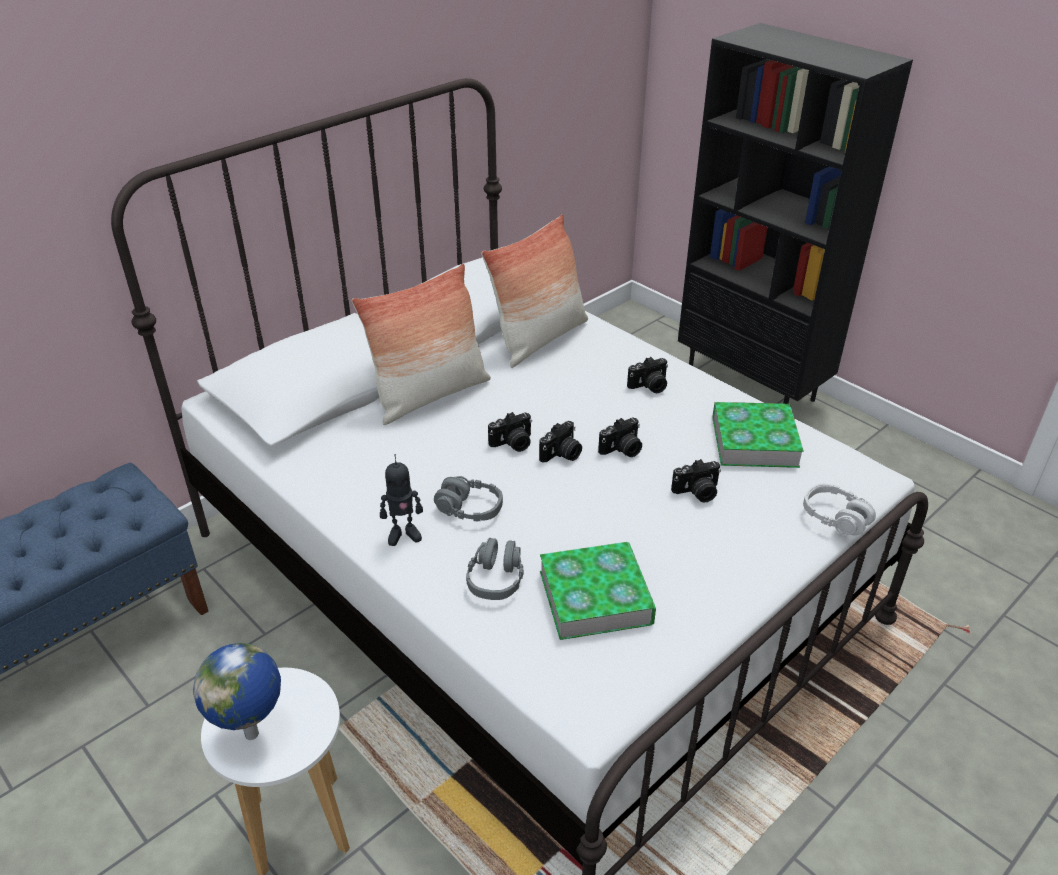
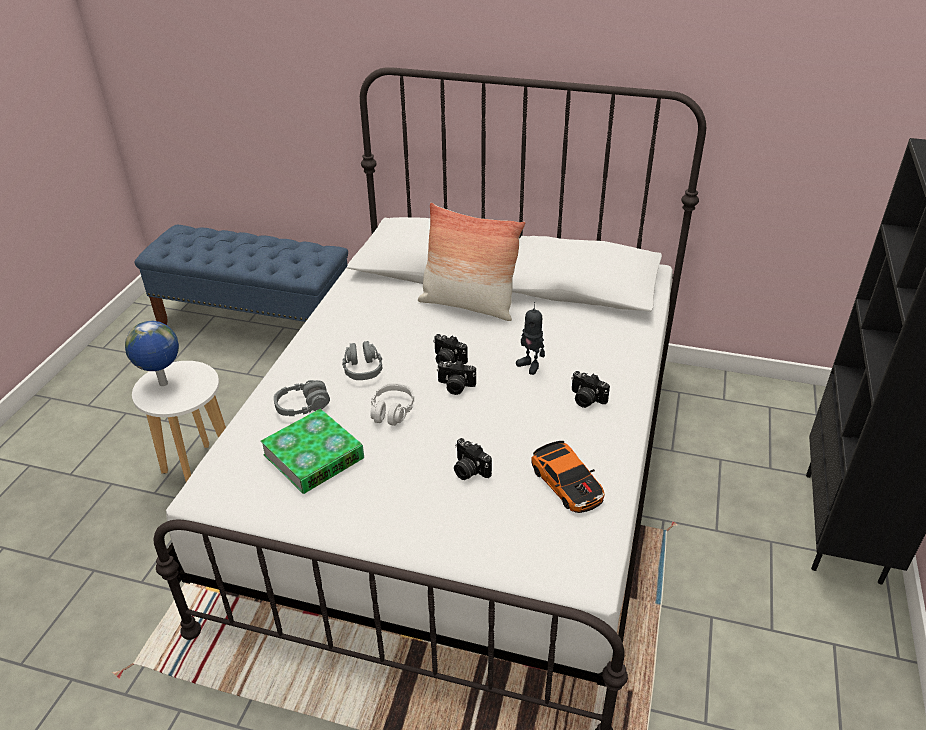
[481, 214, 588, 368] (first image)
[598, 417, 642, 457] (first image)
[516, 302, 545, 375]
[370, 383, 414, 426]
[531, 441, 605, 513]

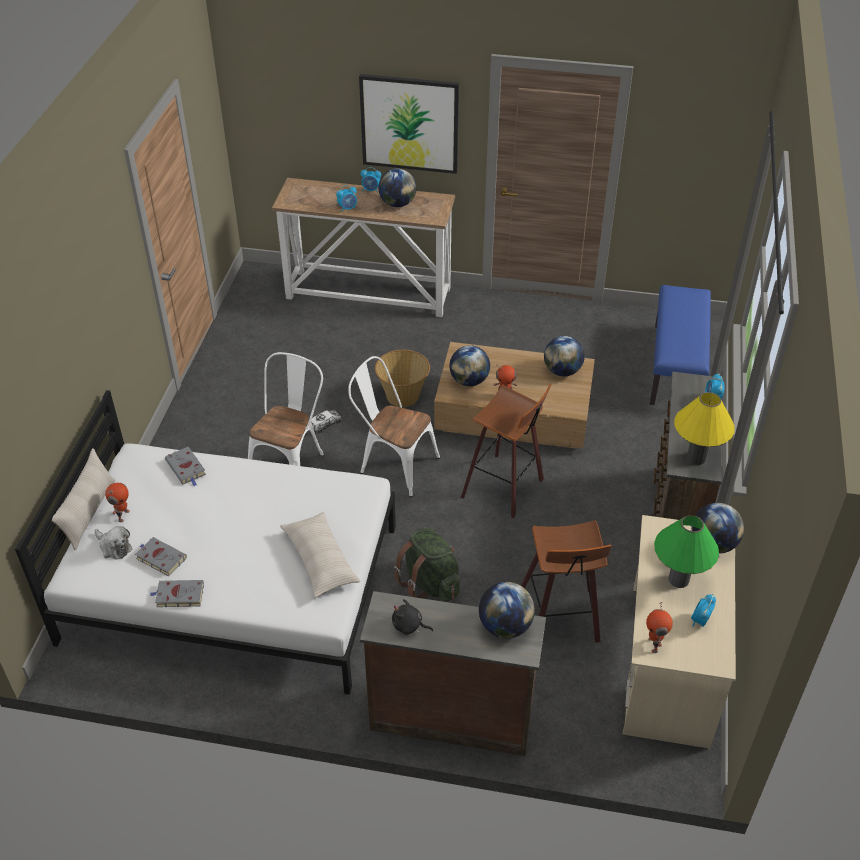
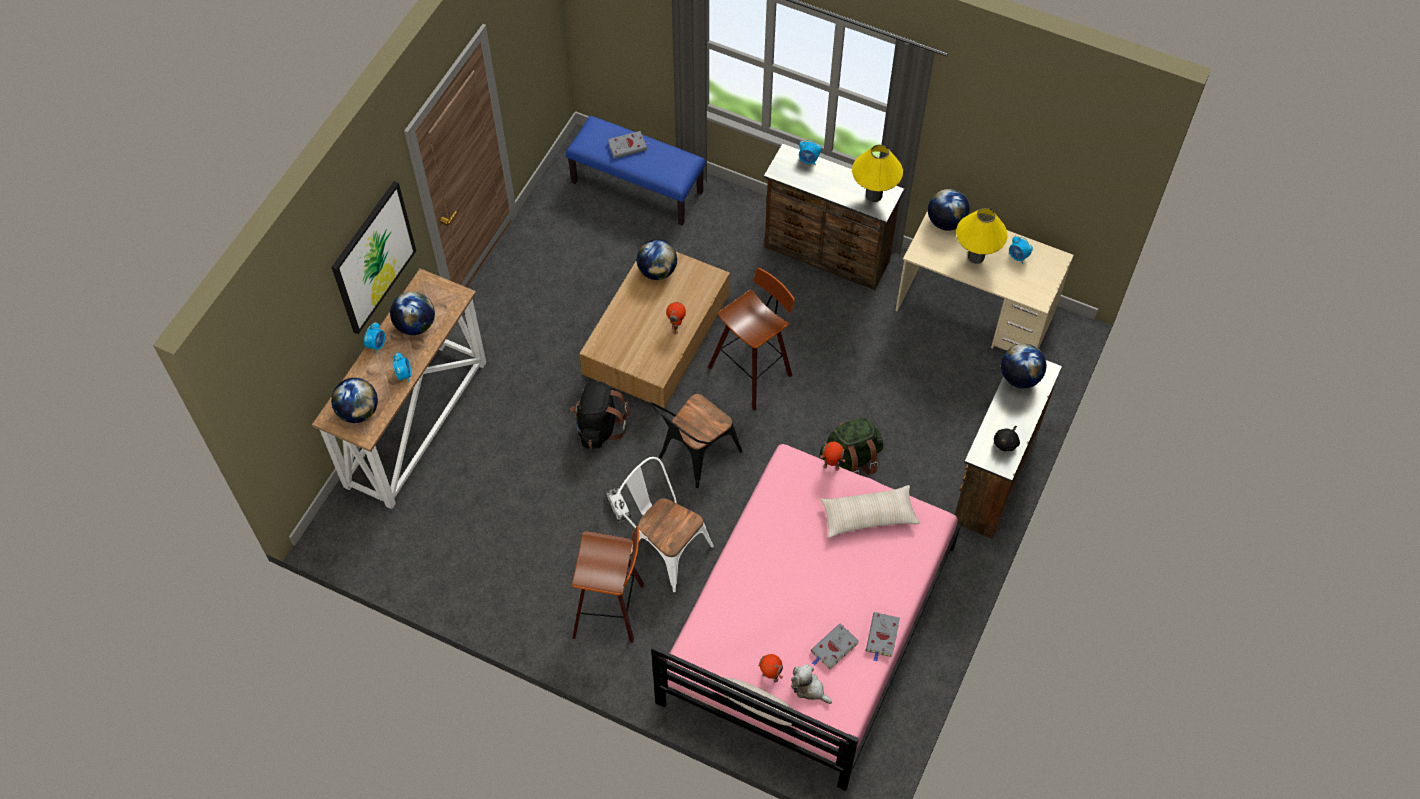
[608, 131, 651, 159]
[331, 378, 378, 423]
[572, 527, 644, 643]
[820, 441, 846, 471]
[570, 381, 630, 449]
[651, 444, 961, 791]
[650, 394, 742, 488]
[956, 208, 1008, 264]
[791, 664, 832, 704]

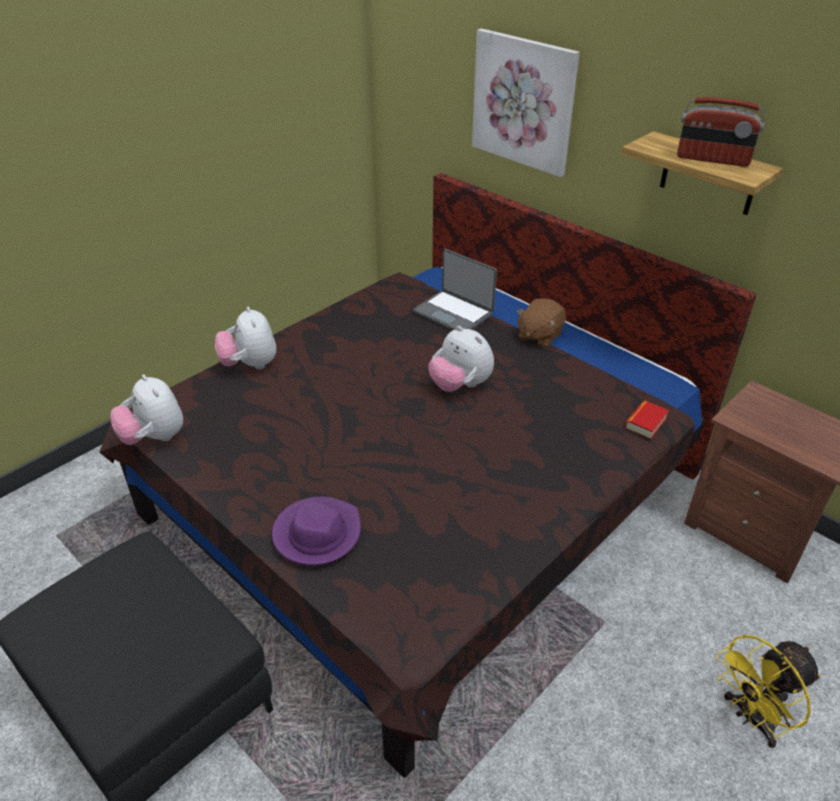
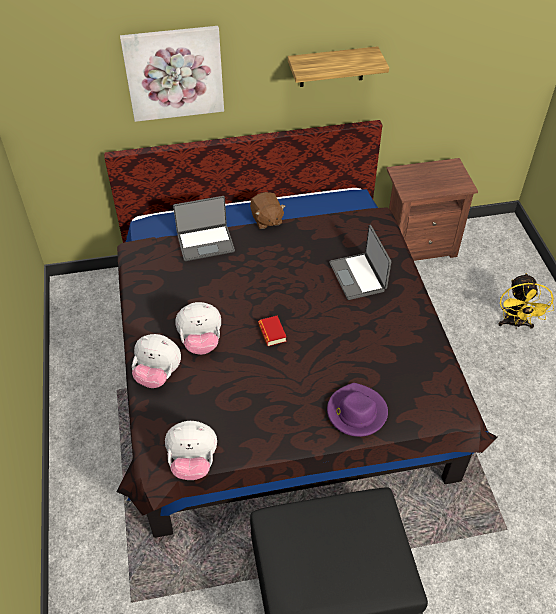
[677, 97, 764, 167] (first image)
[329, 225, 391, 300]
[175, 302, 221, 355]
[258, 316, 286, 346]

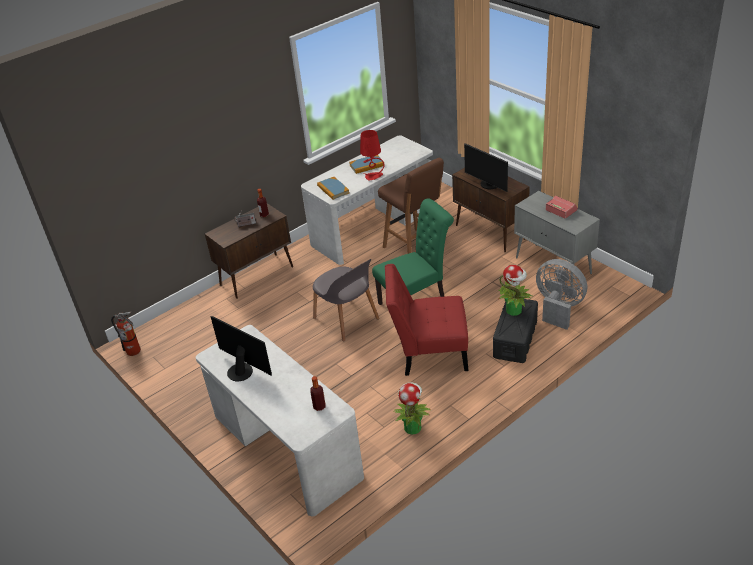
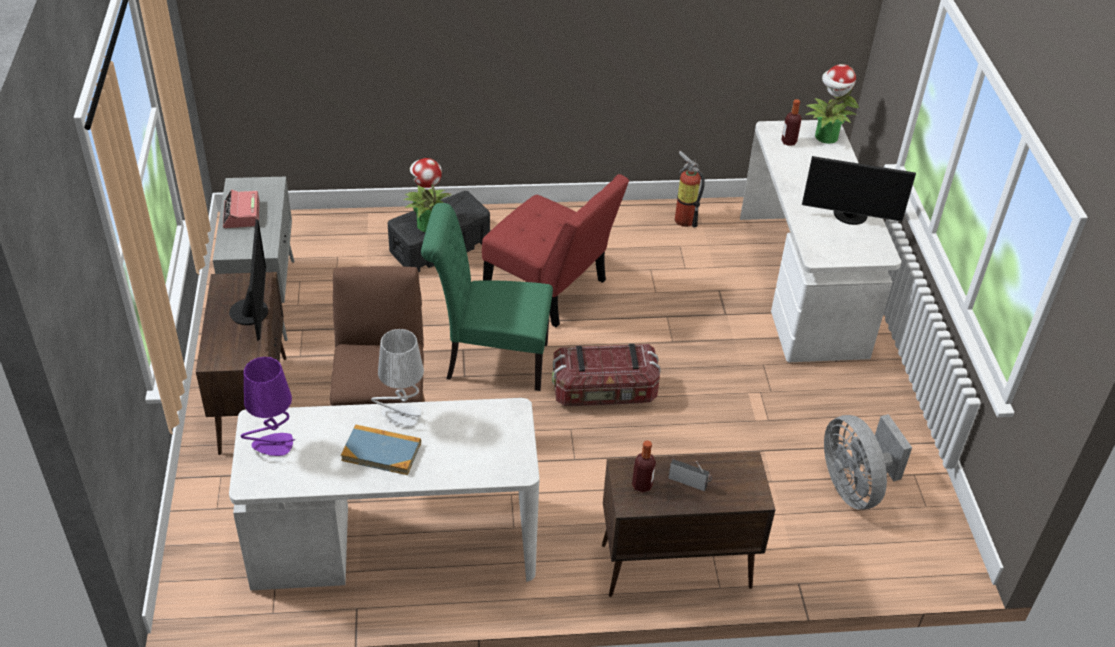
[317, 177, 349, 200] (first image)
[241, 357, 295, 456]
[675, 151, 705, 227]
[805, 64, 859, 144]
[824, 414, 912, 510]
[552, 344, 661, 406]
[371, 329, 424, 428]
[802, 156, 916, 225]

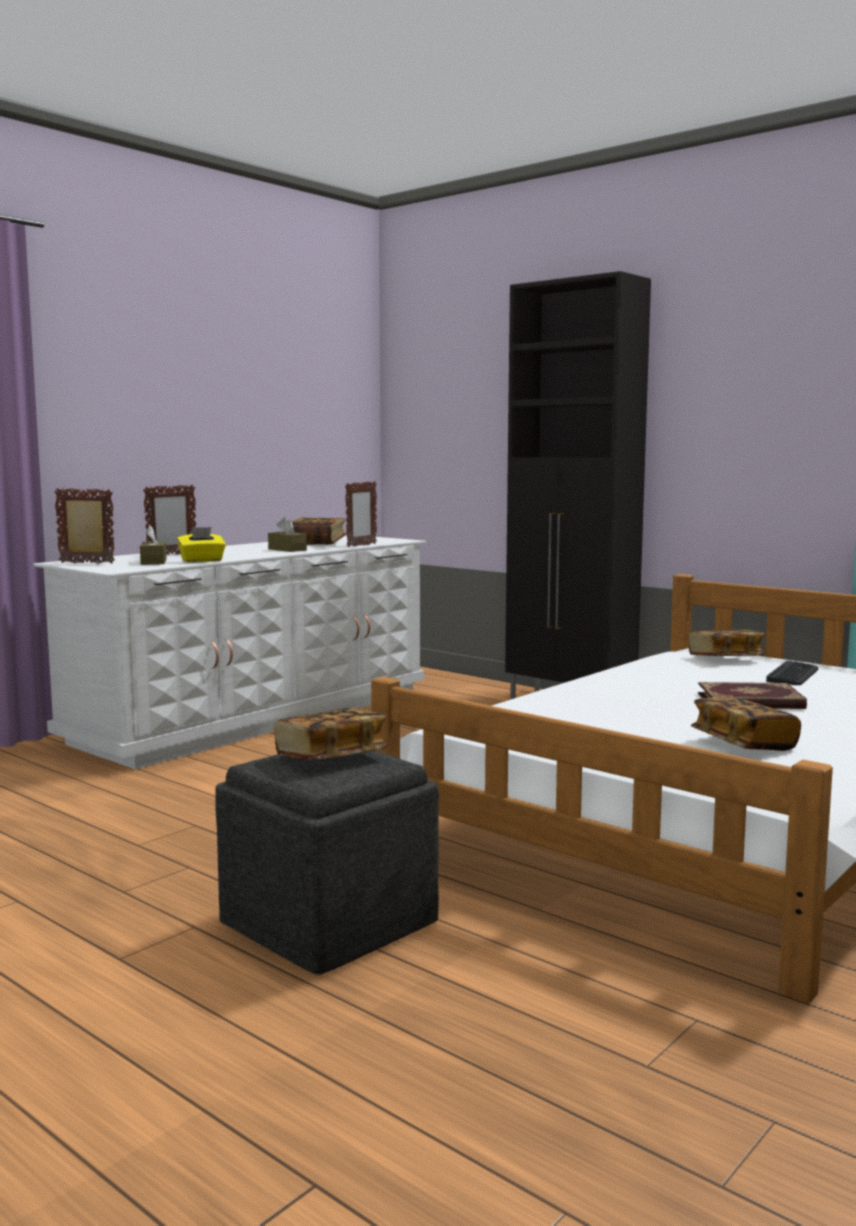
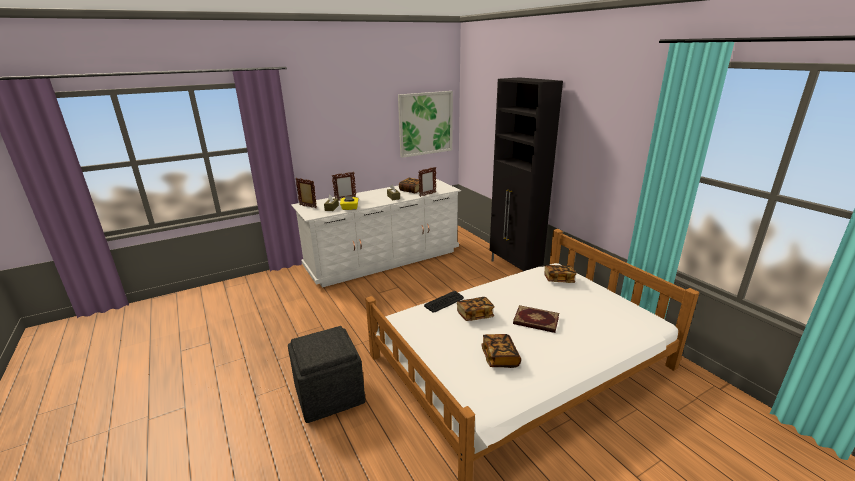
[398, 91, 453, 158]
[457, 297, 495, 321]
[424, 291, 464, 313]

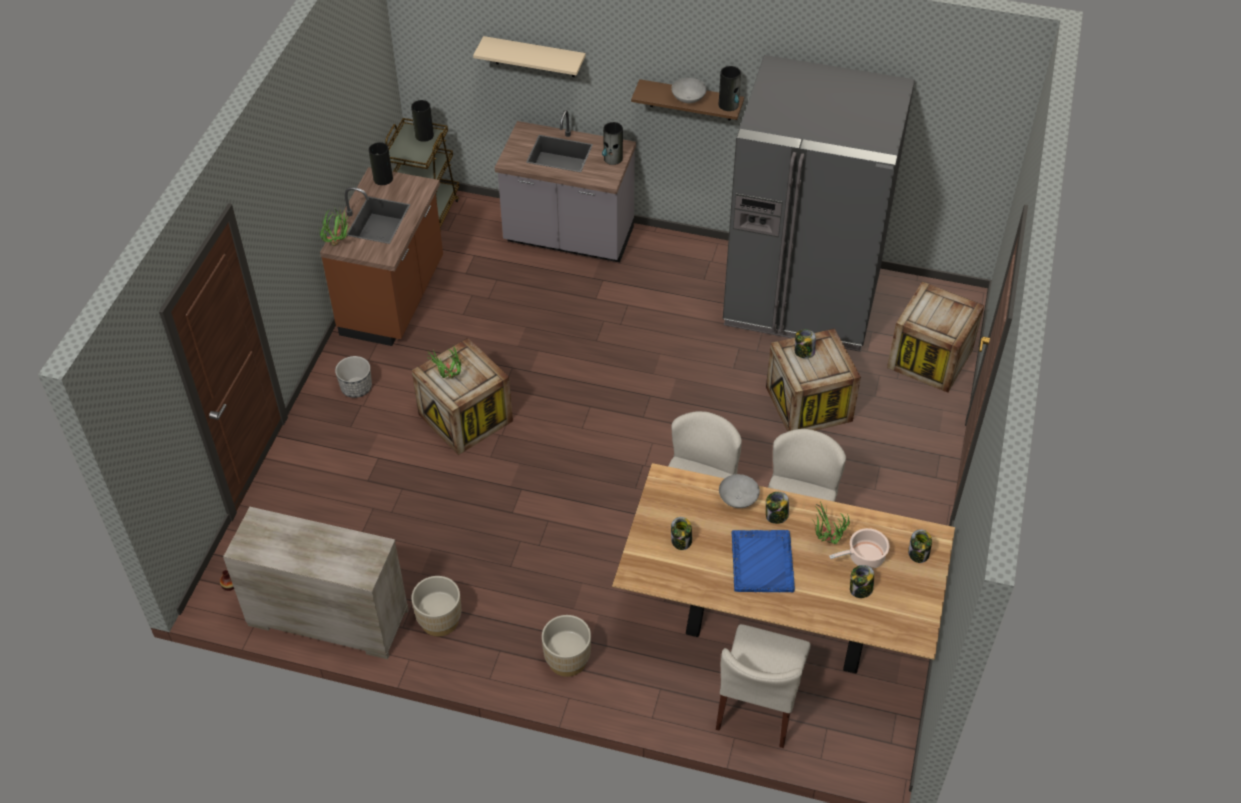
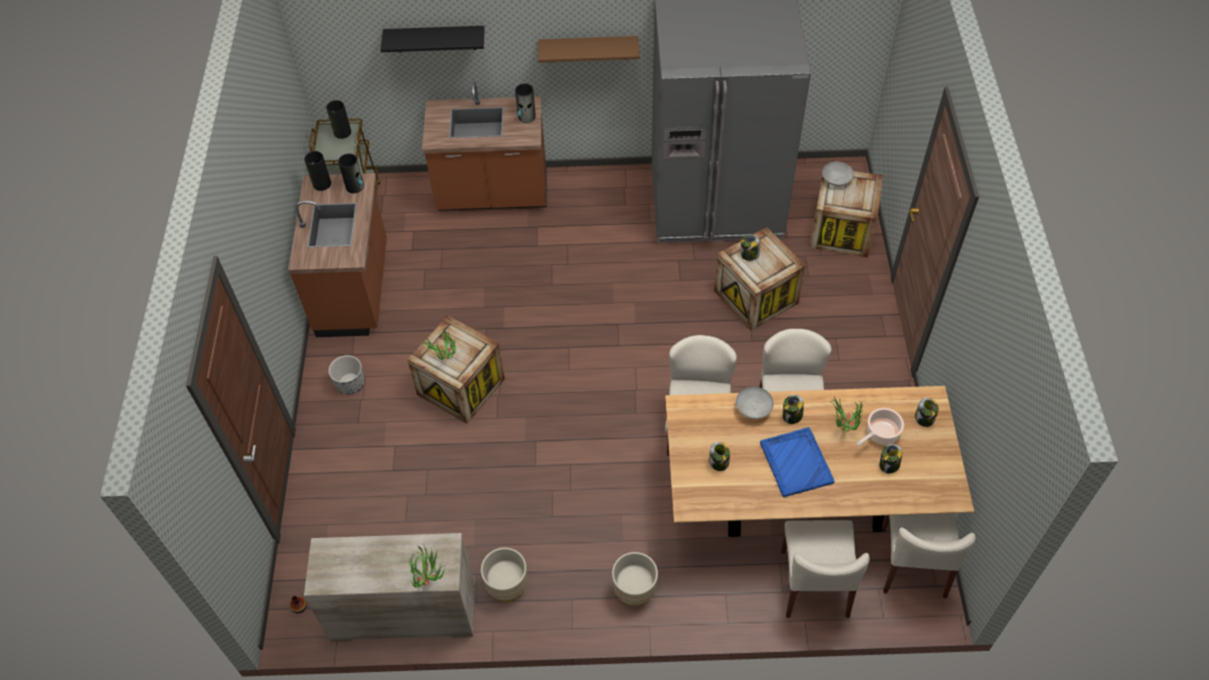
[882, 513, 976, 598]
[409, 544, 446, 588]
[822, 162, 854, 186]
[338, 154, 364, 193]
[381, 26, 485, 53]
[422, 82, 546, 211]

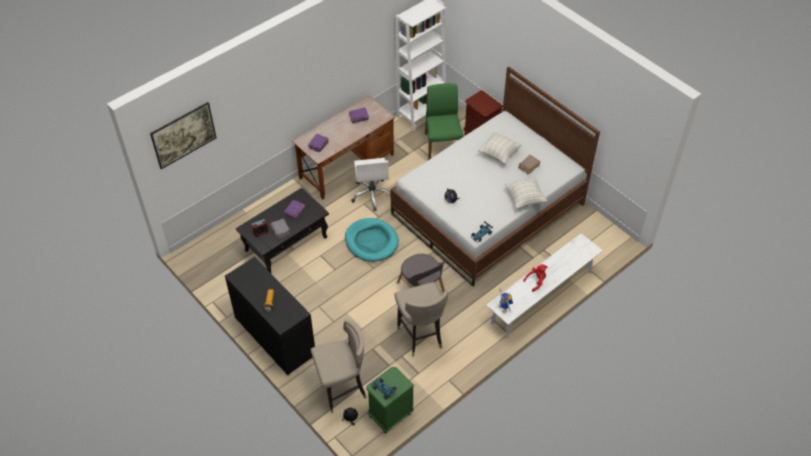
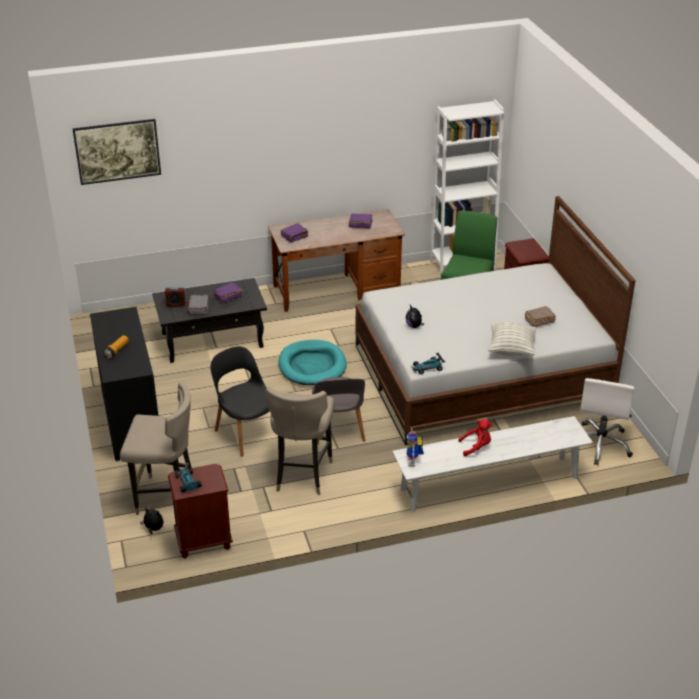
[478, 132, 522, 164] (first image)
[211, 347, 269, 457]
[580, 378, 634, 465]
[168, 464, 233, 559]

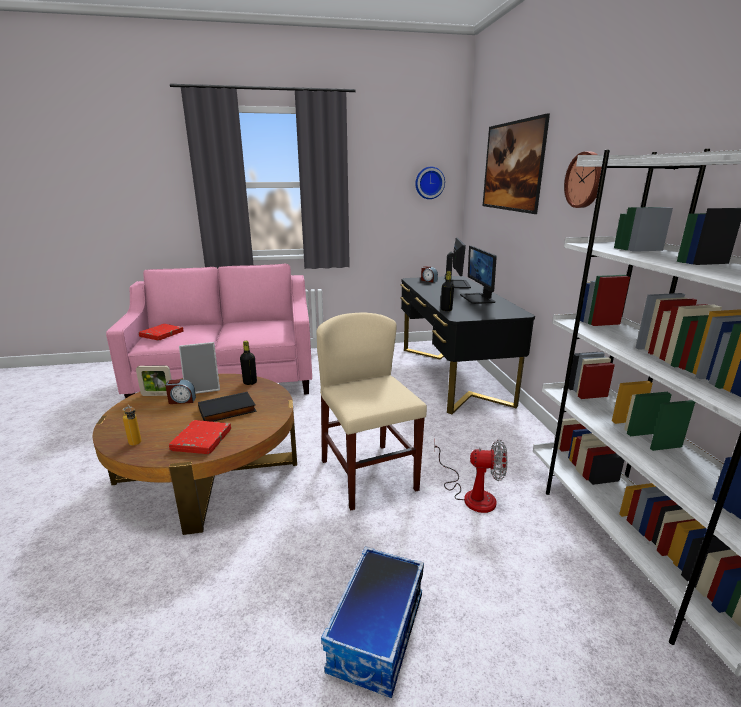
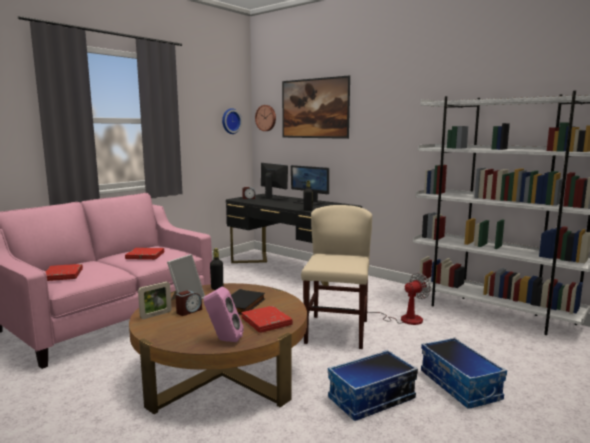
[125, 248, 164, 260]
[328, 350, 418, 421]
[255, 105, 276, 131]
[204, 287, 244, 342]
[301, 205, 372, 349]

